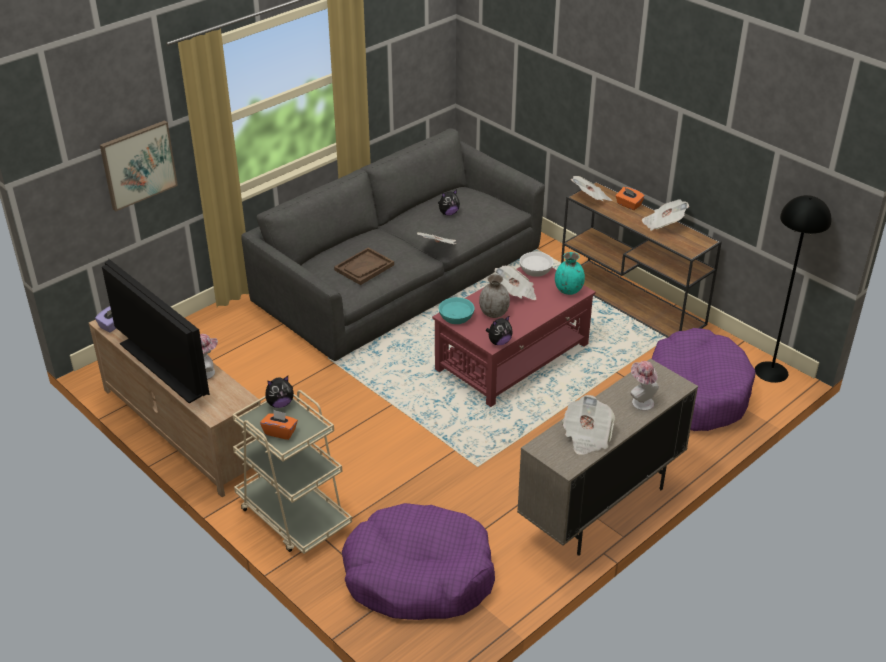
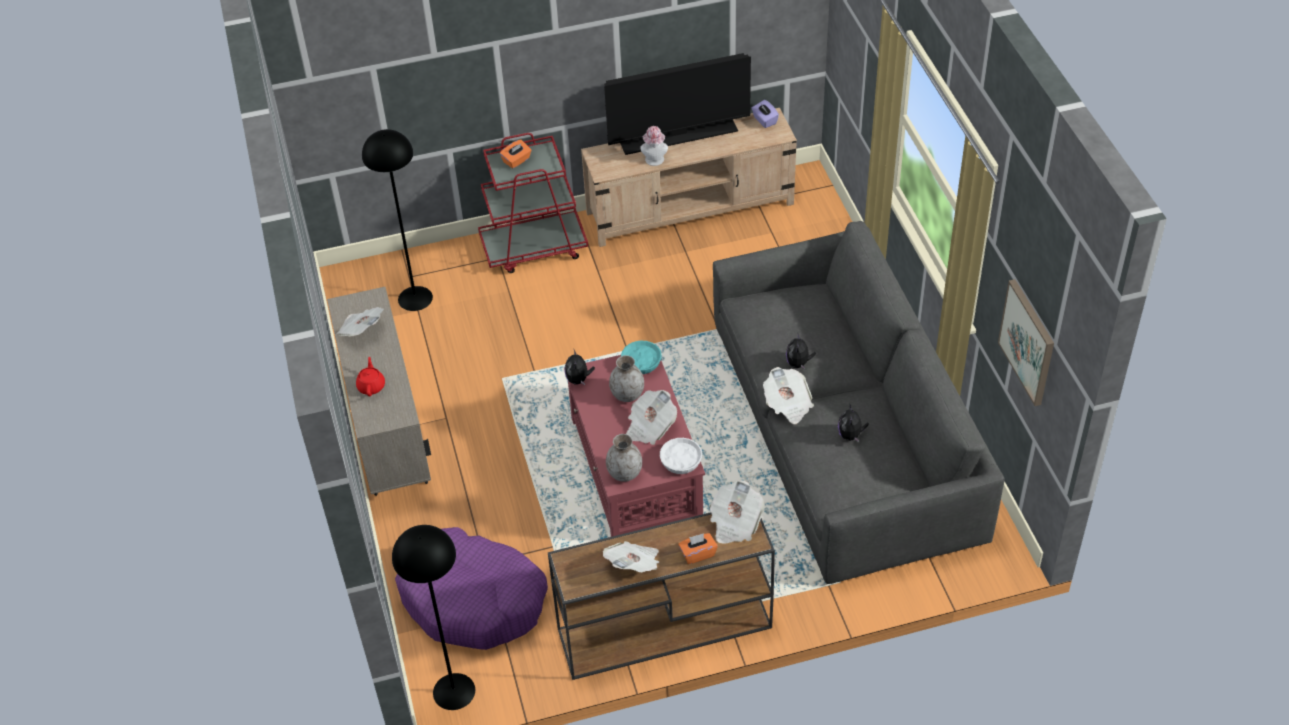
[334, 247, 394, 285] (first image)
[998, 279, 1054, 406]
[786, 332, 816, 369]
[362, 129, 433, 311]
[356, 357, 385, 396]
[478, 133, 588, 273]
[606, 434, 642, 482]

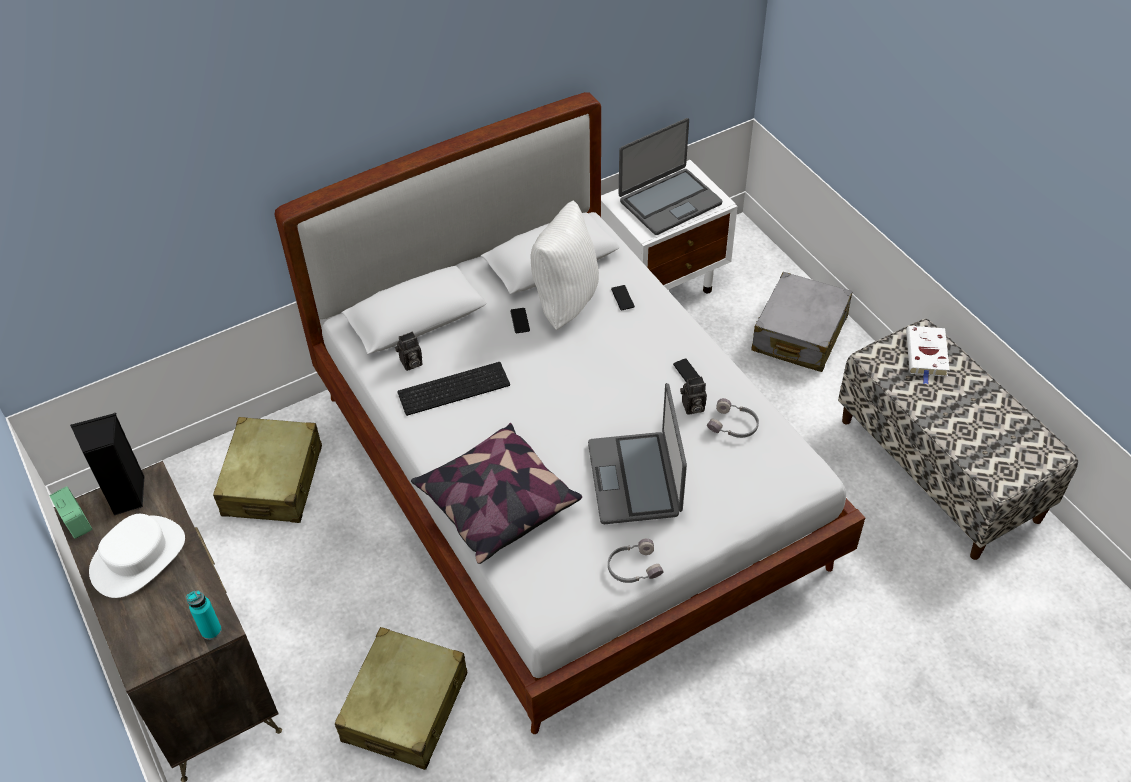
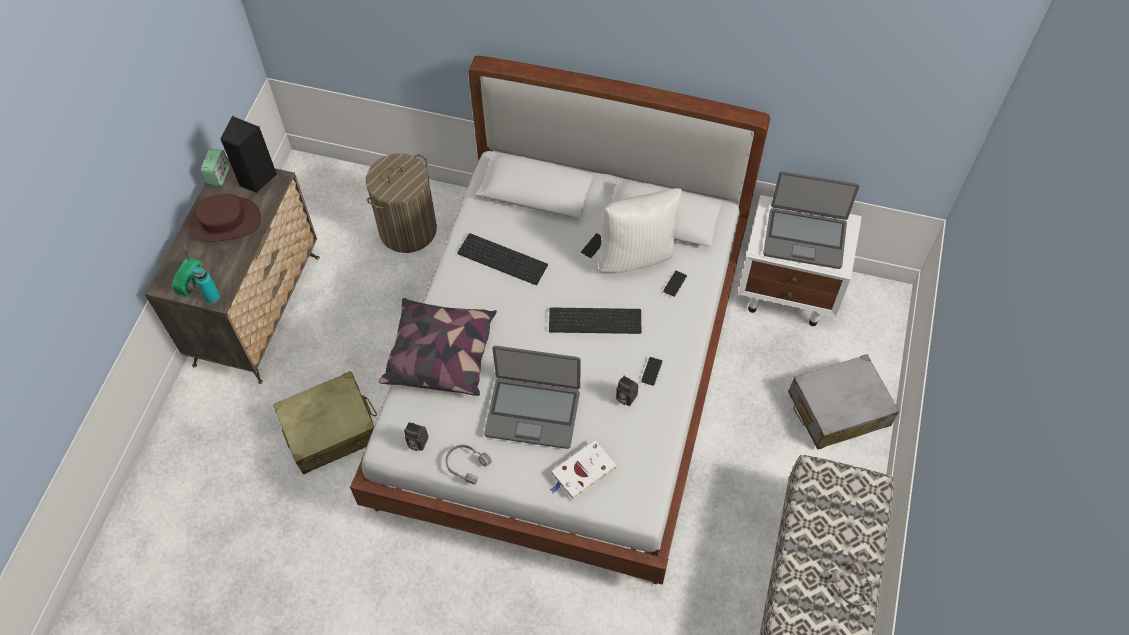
[172, 245, 204, 297]
[549, 307, 641, 334]
[404, 422, 428, 451]
[830, 560, 873, 606]
[550, 440, 616, 500]
[366, 153, 437, 253]
[188, 194, 261, 242]
[484, 346, 581, 449]

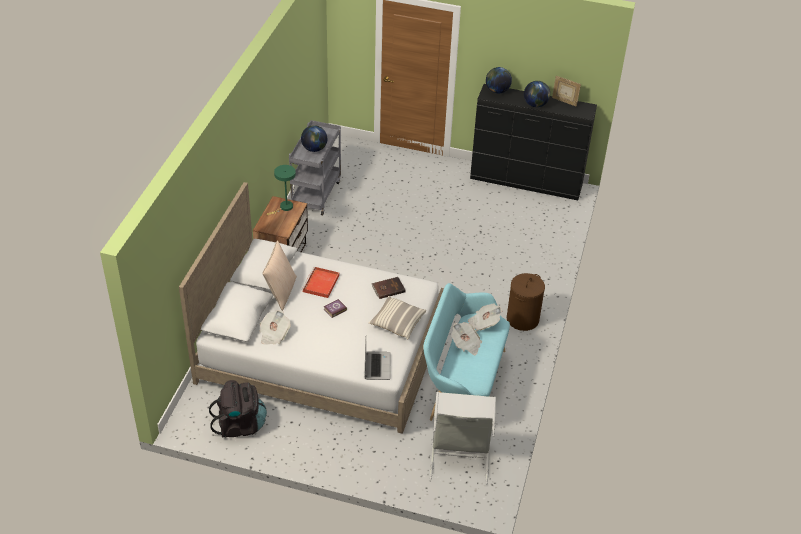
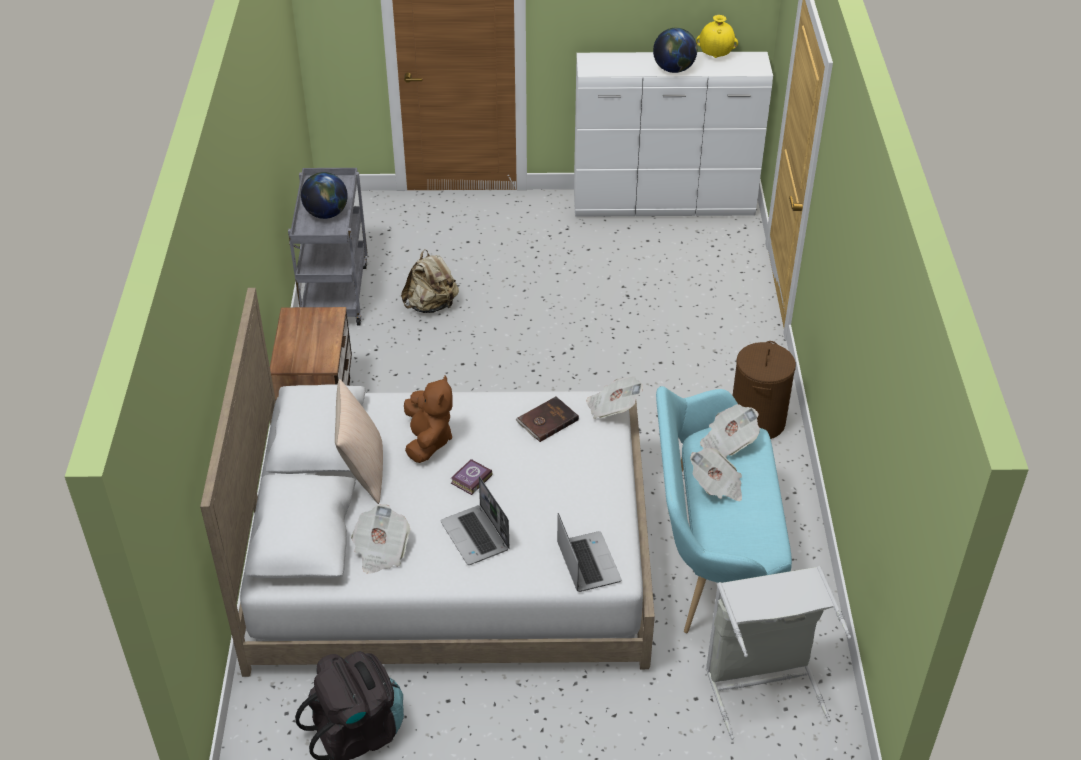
[267, 165, 296, 215] (first image)
[368, 296, 426, 339] (first image)
[486, 67, 512, 93] (first image)
[401, 249, 459, 313]
[441, 476, 510, 565]
[586, 376, 643, 419]
[404, 375, 453, 463]
[696, 15, 738, 58]
[574, 52, 773, 217]

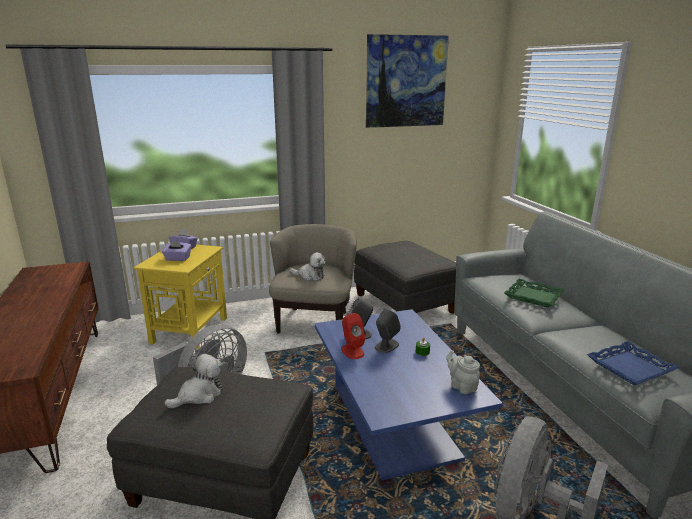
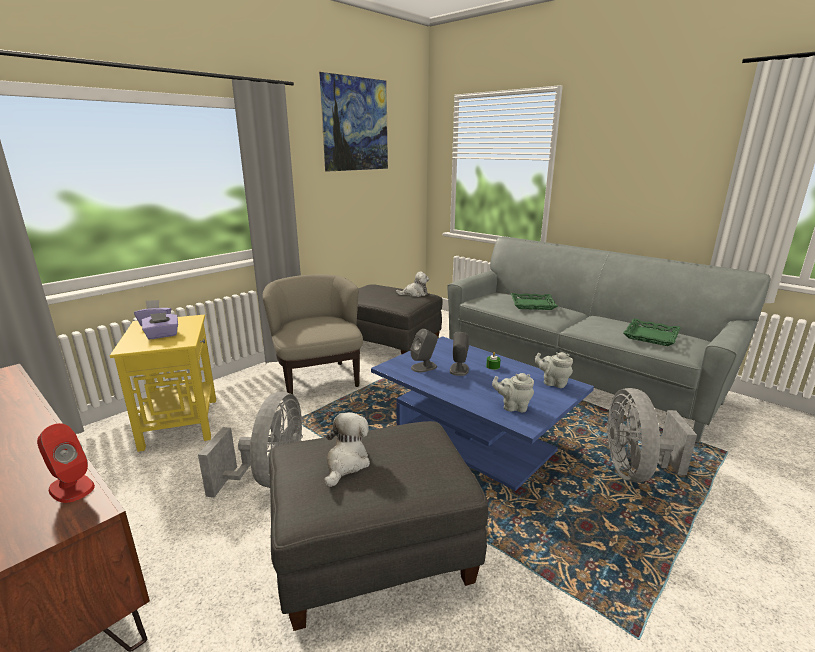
[492, 373, 534, 412]
[396, 272, 429, 297]
[37, 423, 95, 503]
[623, 318, 681, 346]

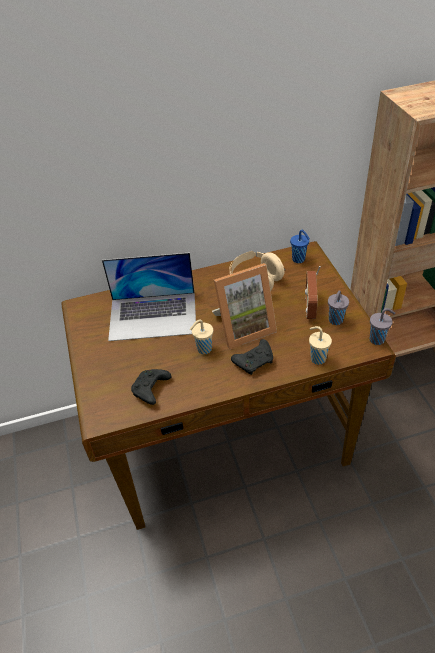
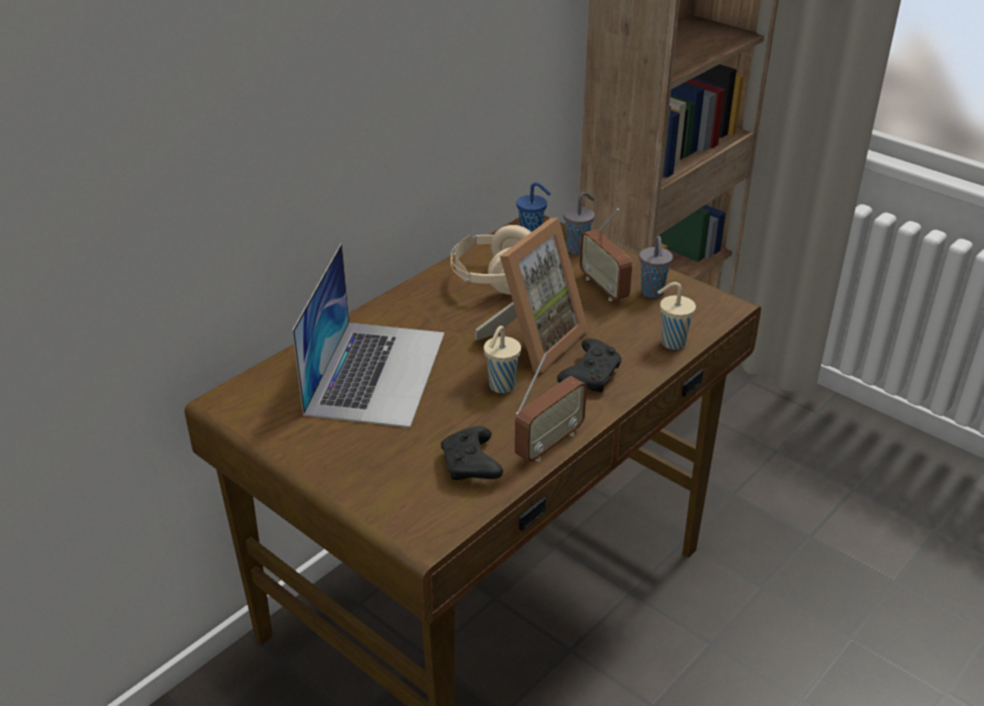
[515, 353, 587, 462]
[563, 192, 595, 255]
[292, 244, 445, 428]

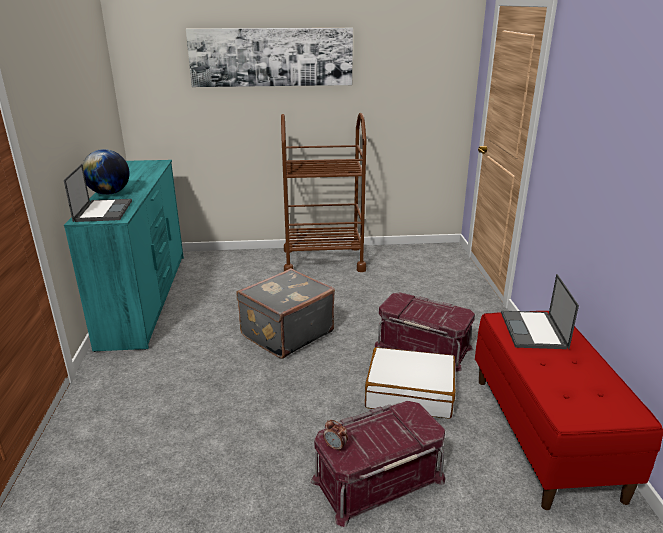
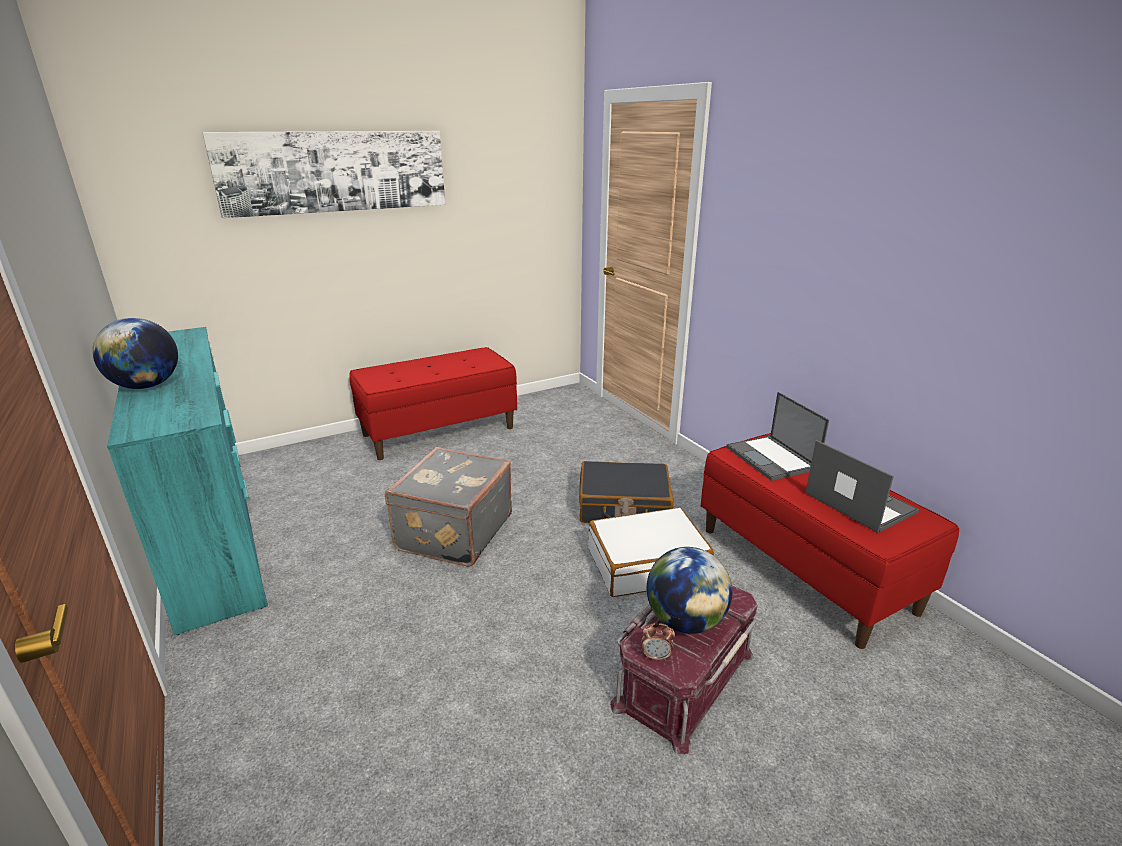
[647, 547, 732, 634]
[805, 440, 919, 533]
[350, 347, 517, 460]
[579, 461, 674, 523]

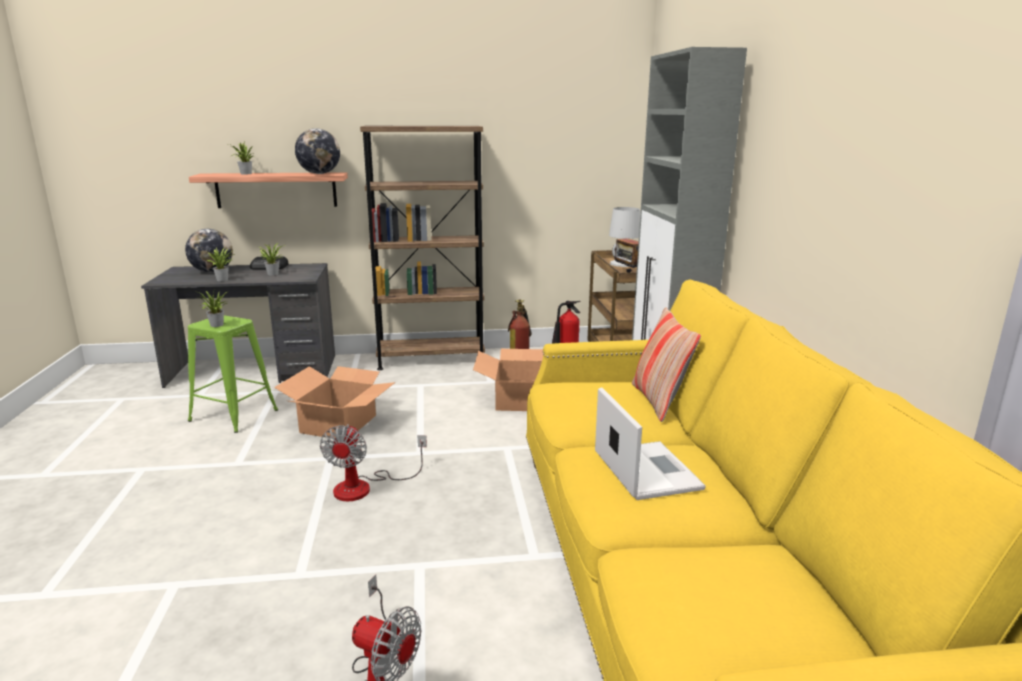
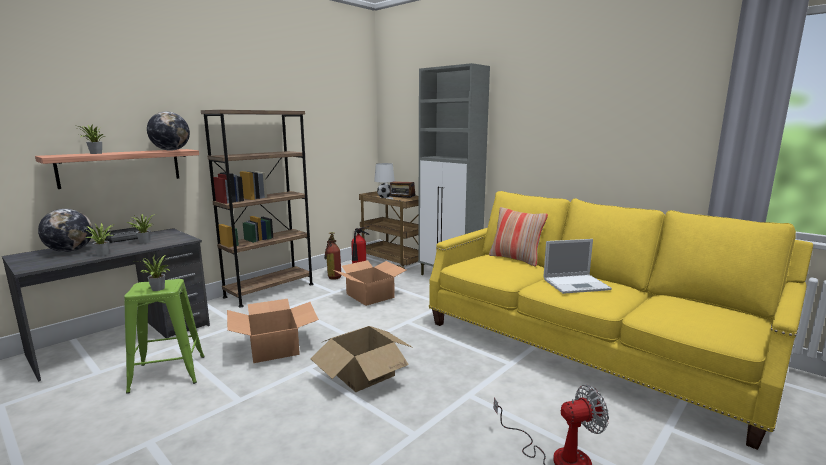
[310, 326, 412, 392]
[543, 239, 612, 294]

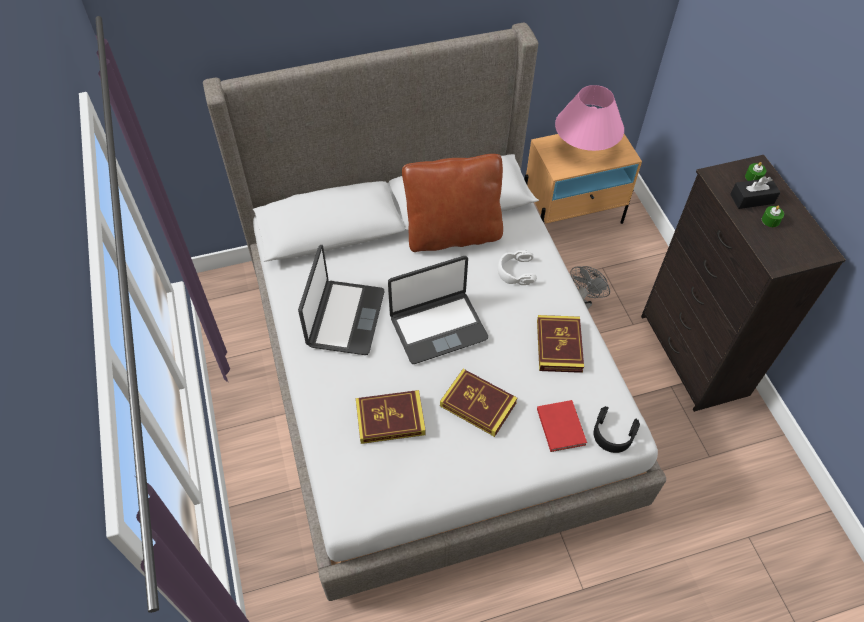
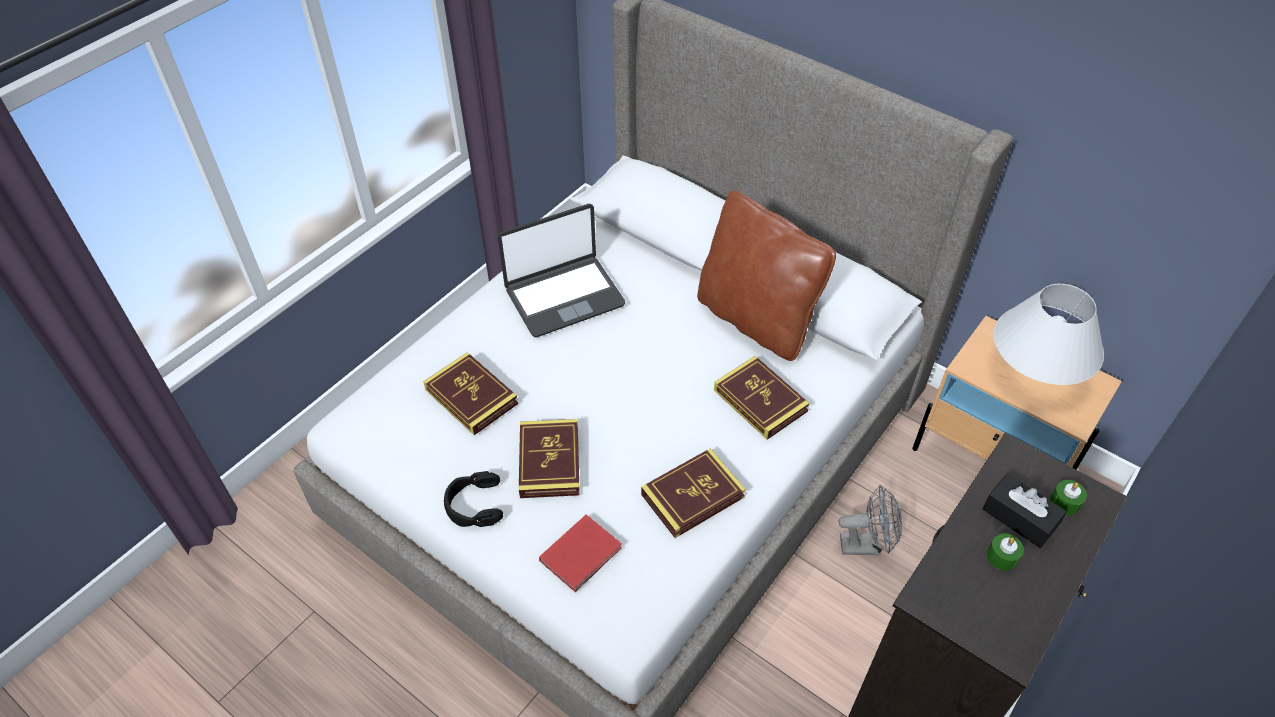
[388, 256, 488, 364] (first image)
[444, 471, 503, 527]
[714, 356, 810, 440]
[993, 284, 1104, 385]

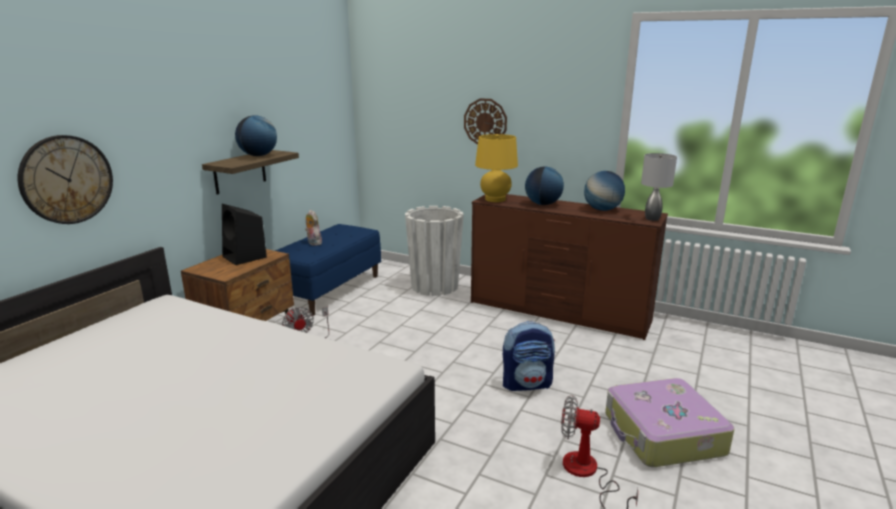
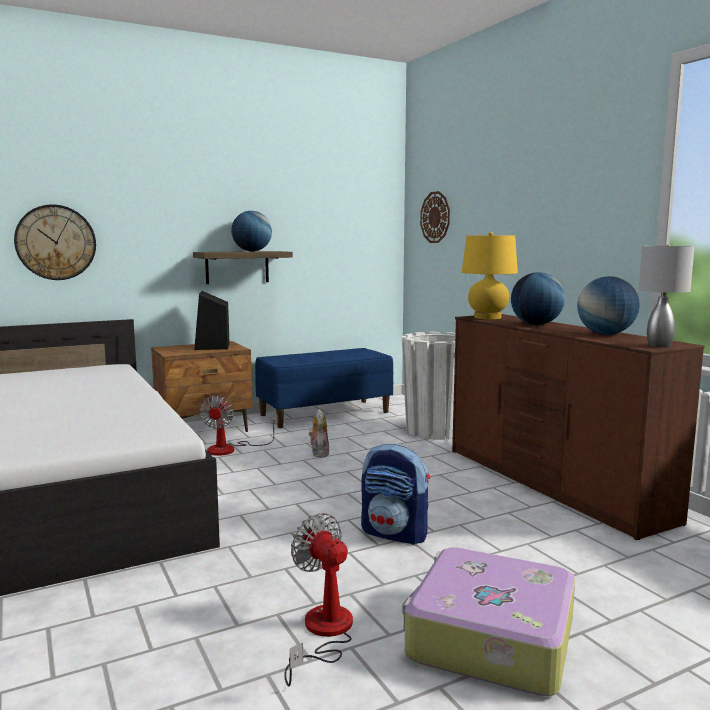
[309, 409, 330, 458]
[420, 191, 450, 243]

